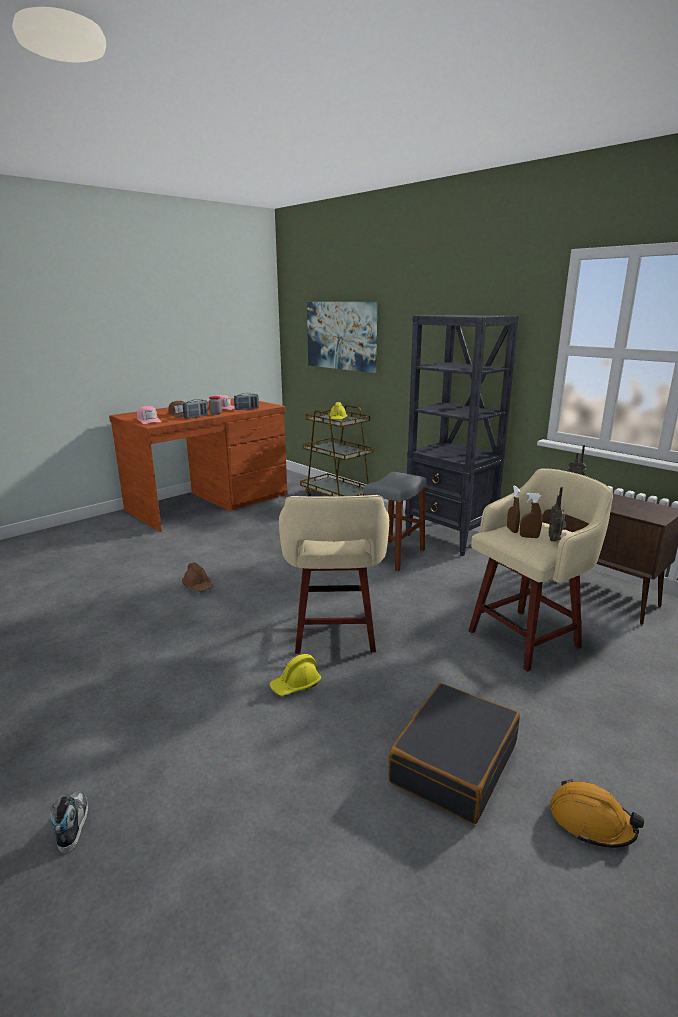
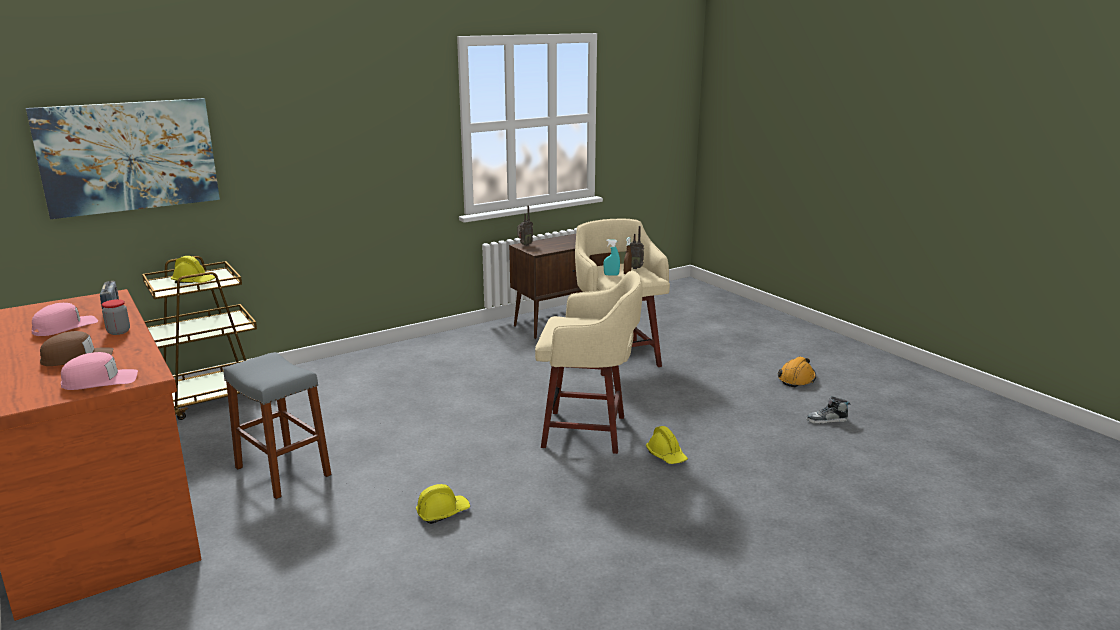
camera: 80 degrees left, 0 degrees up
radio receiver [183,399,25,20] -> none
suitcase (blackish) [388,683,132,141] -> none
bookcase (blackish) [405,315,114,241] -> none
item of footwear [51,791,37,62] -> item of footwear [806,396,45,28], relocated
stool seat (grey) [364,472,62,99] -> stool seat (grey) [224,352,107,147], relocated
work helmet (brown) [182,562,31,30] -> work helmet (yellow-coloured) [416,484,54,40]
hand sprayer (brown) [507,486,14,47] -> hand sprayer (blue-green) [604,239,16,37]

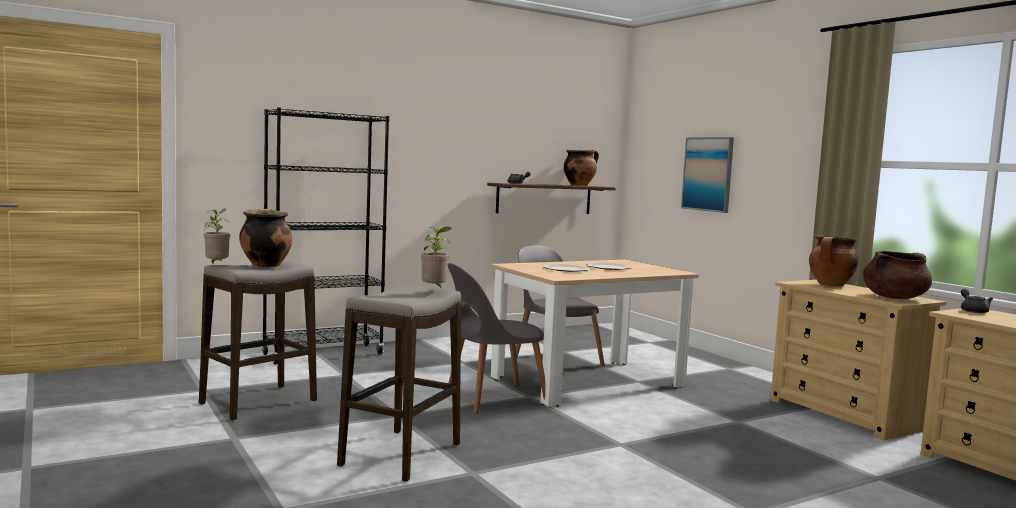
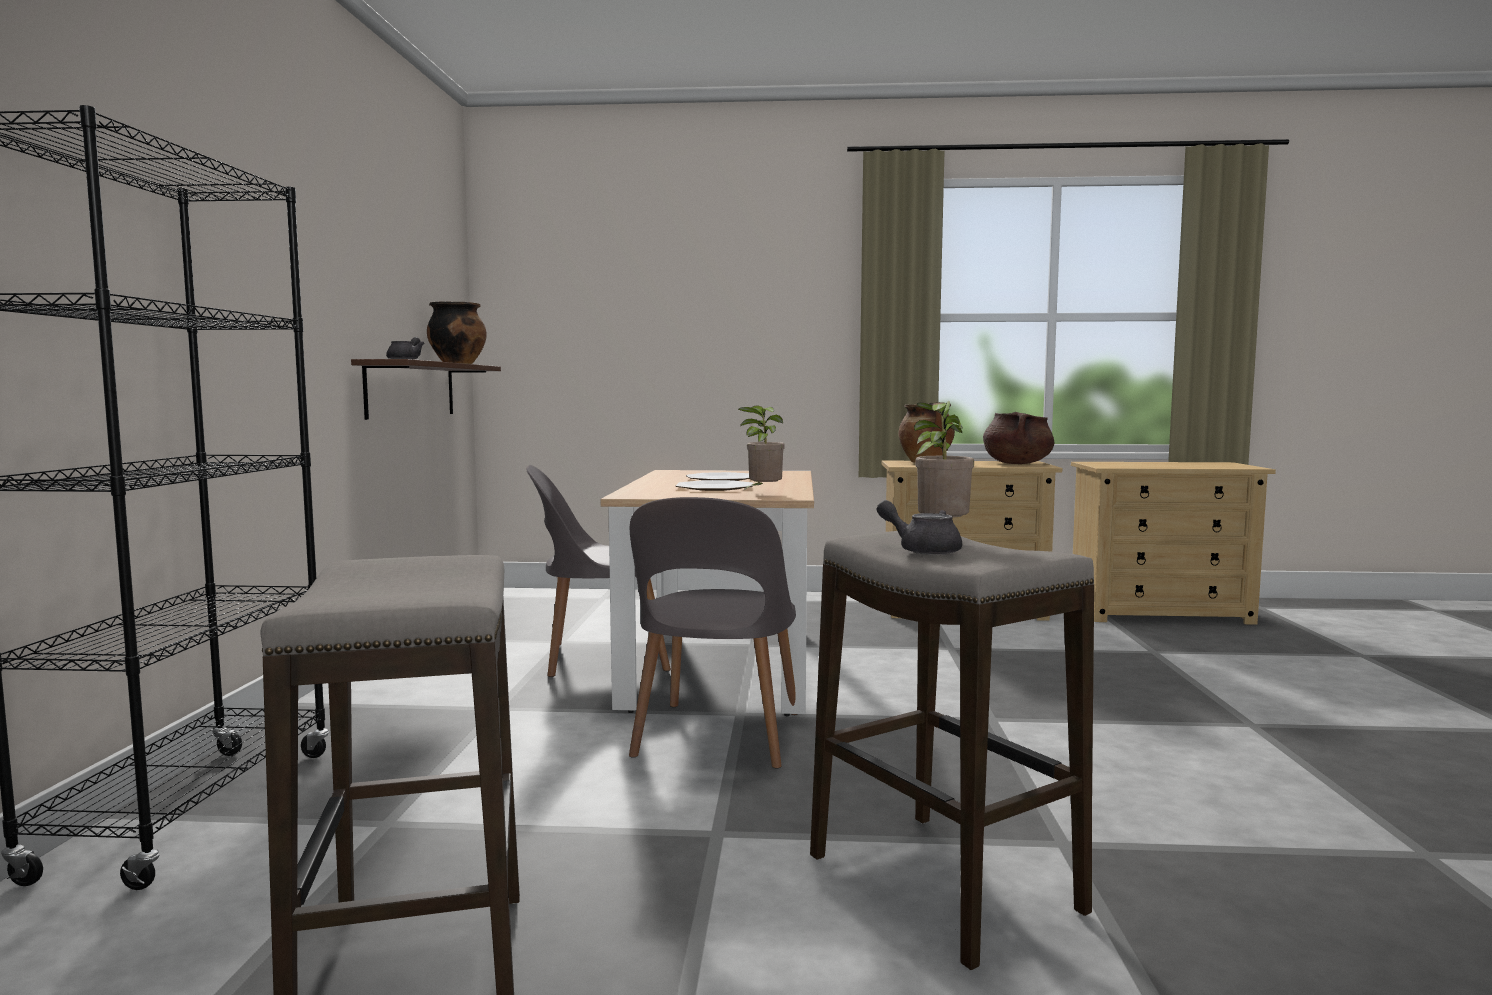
camera: 55 degrees left, 0 degrees up
saucepot [239,209,53,59] -> none
picture [681,137,53,76] -> none
potted plant [204,208,26,55] -> potted plant [738,406,47,87], relocated
tea pot (grey) [961,289,32,24] -> tea pot (grey) [877,500,85,55], relocated

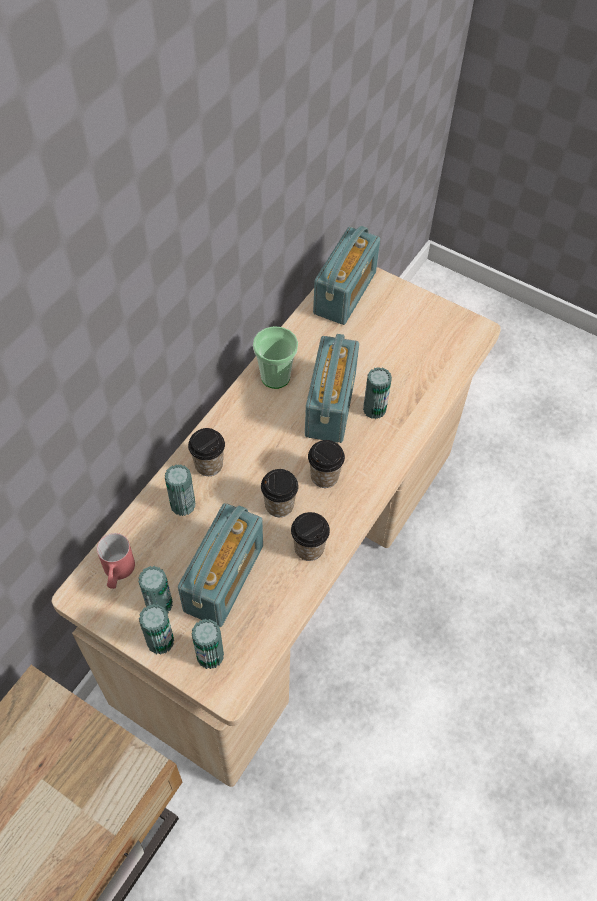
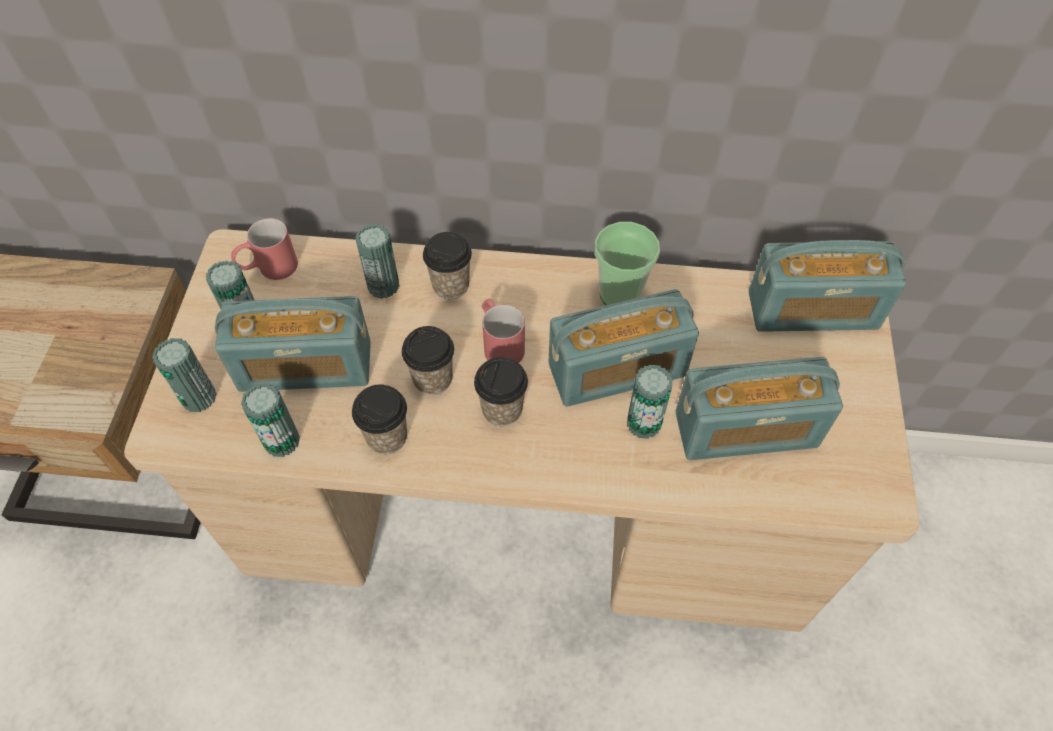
camera: 65 degrees right, 0 degrees up
none -> coffee mug (red-coloured) [482,299,43,64]
none -> radio receiver [676,357,167,103]
can [139,604,35,51] -> can [241,383,59,74], relocated

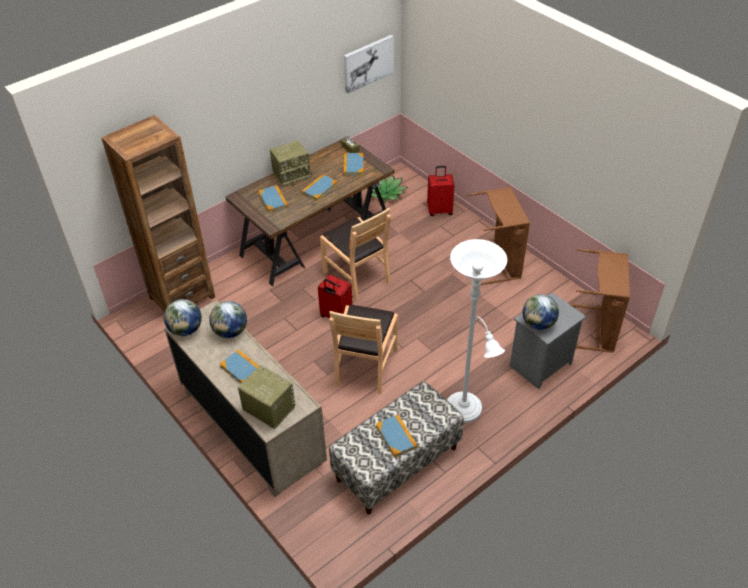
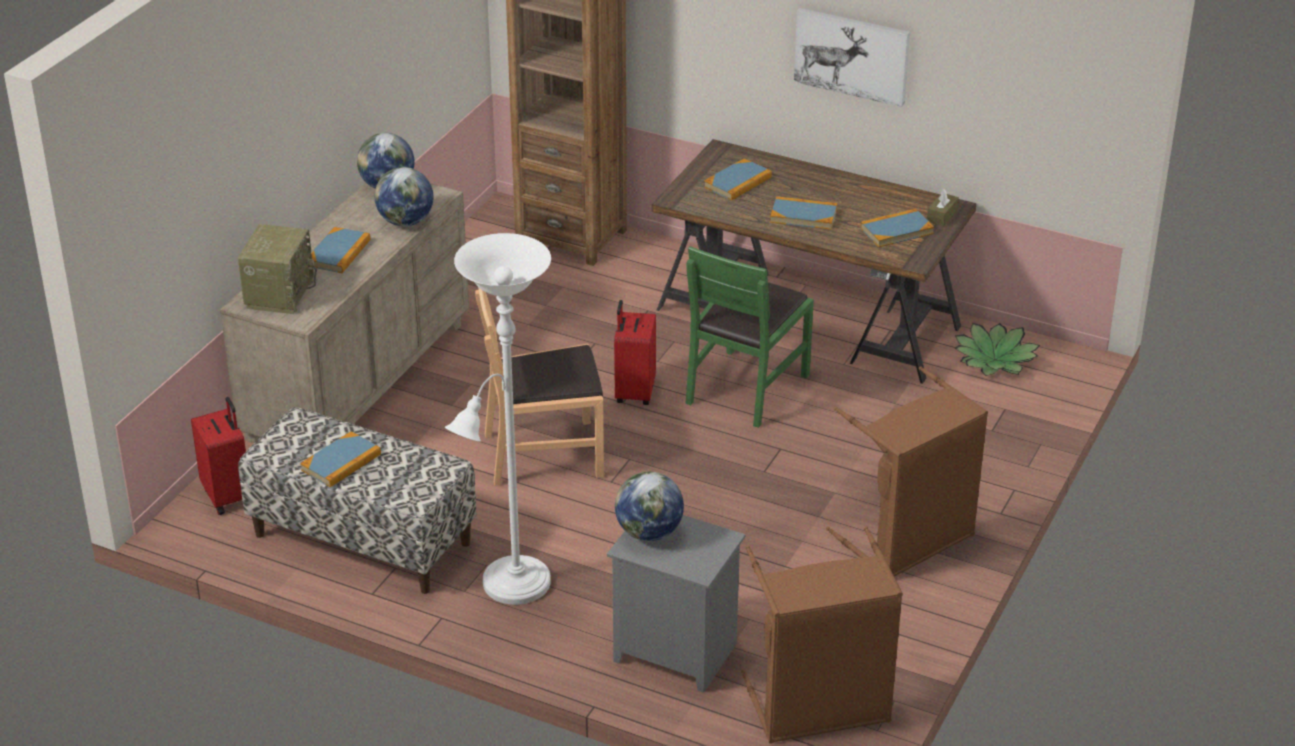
camera: 65 degrees right, 10 degrees down
radio receiver [270,140,42,46] -> none
picture [344,35,50,59] -> picture [794,8,116,99], relocated
suitcase (red-coloured) [427,166,27,50] -> suitcase (red-coloured) [191,397,55,118], relocated
plain chair (brown) [320,208,71,93] -> plain chair (green-coloured) [685,246,129,182]

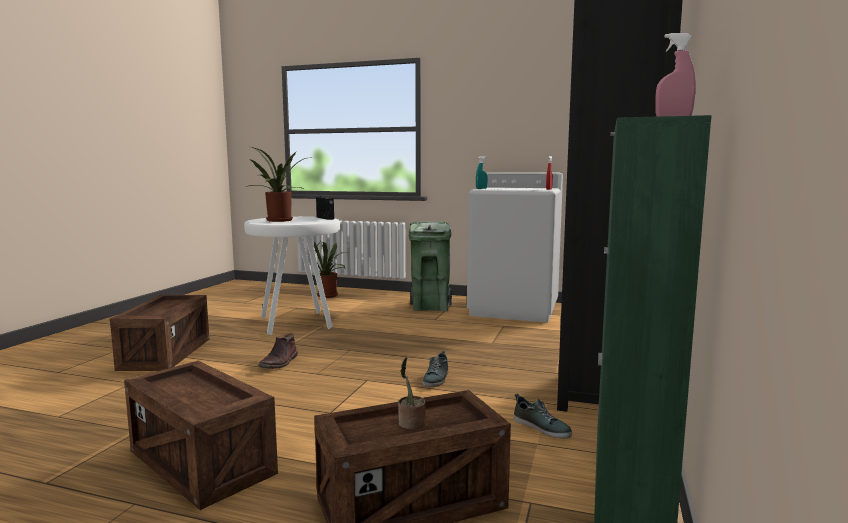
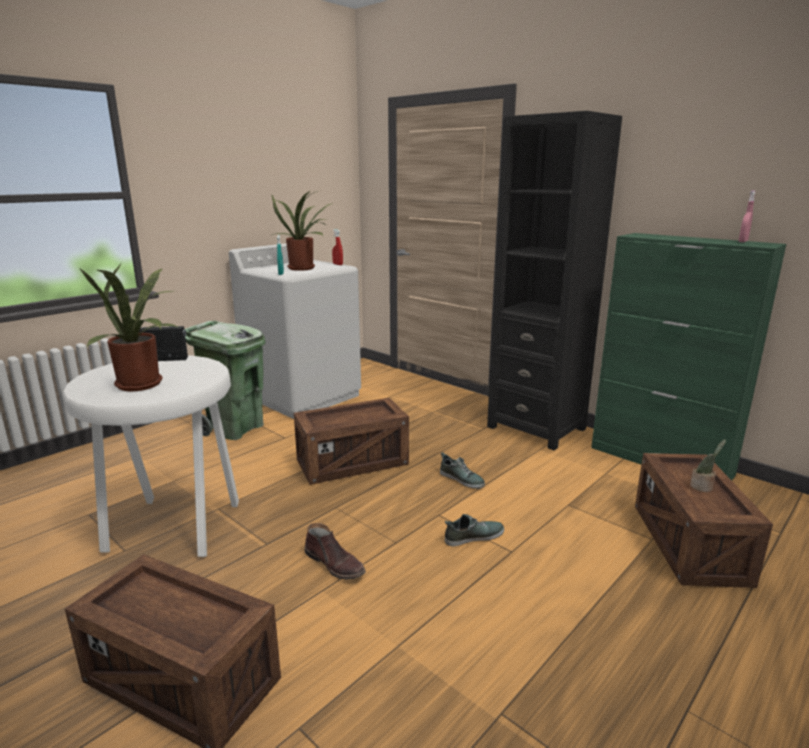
camera: 65 degrees left, 10 degrees up
packing crate [124,361,154,149] -> packing crate [294,398,115,87], relocated
potted plant [314,242,33,56] -> potted plant [271,190,62,81], relocated
item of footwear [514,394,58,45] -> item of footwear [445,514,59,32], relocated

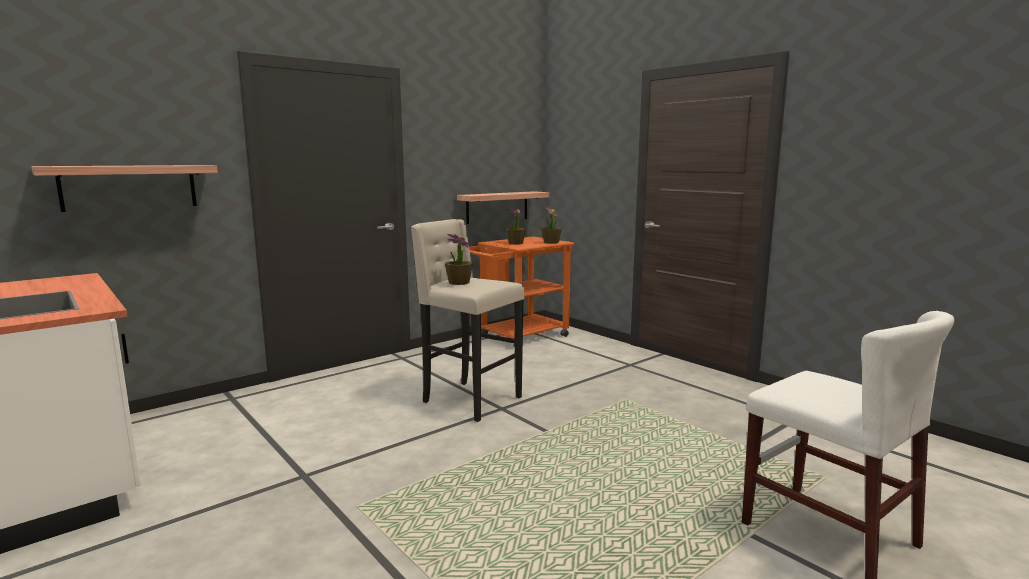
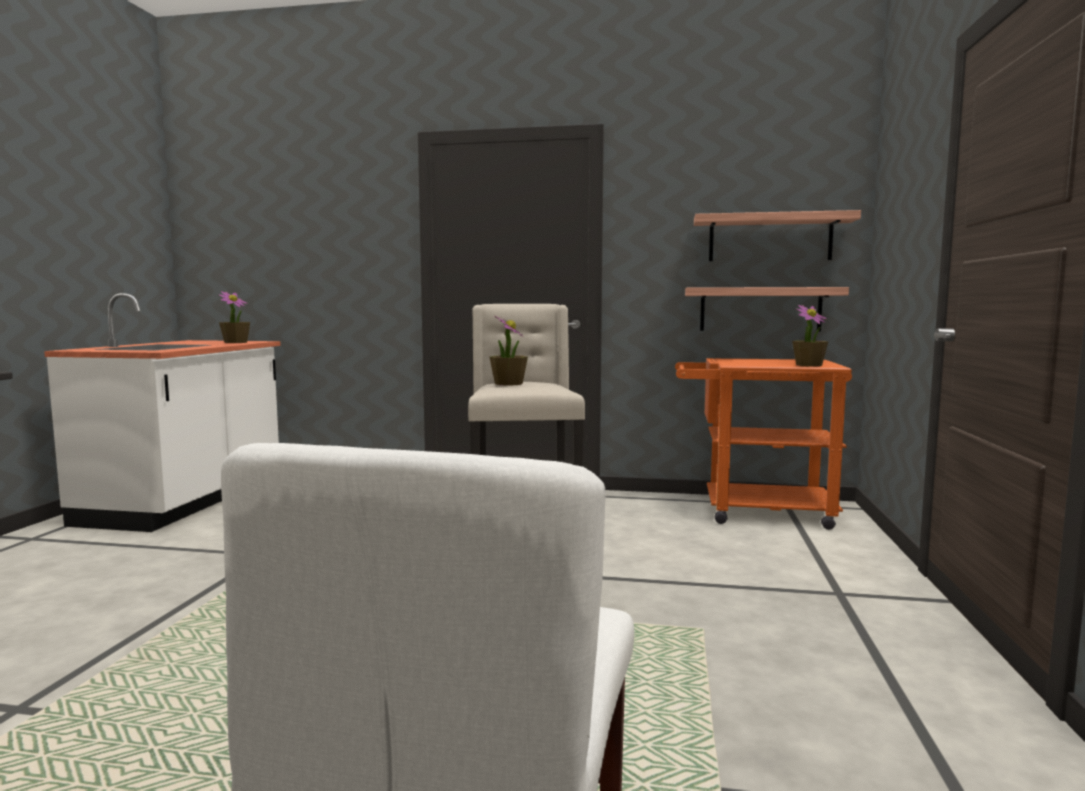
camera: 50 degrees right, 5 degrees down
bracket shelf [32,165,186,47] -> bracket shelf [694,210,167,51], relocated
potted plant [506,207,20,38] -> potted plant [218,291,32,52], relocated

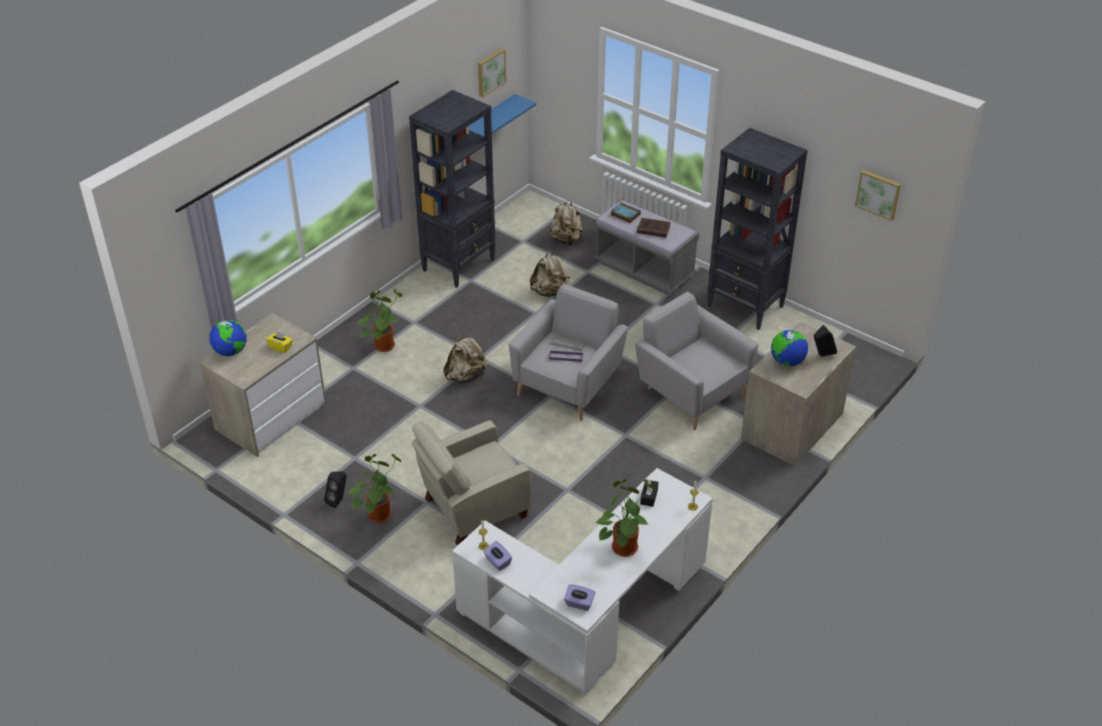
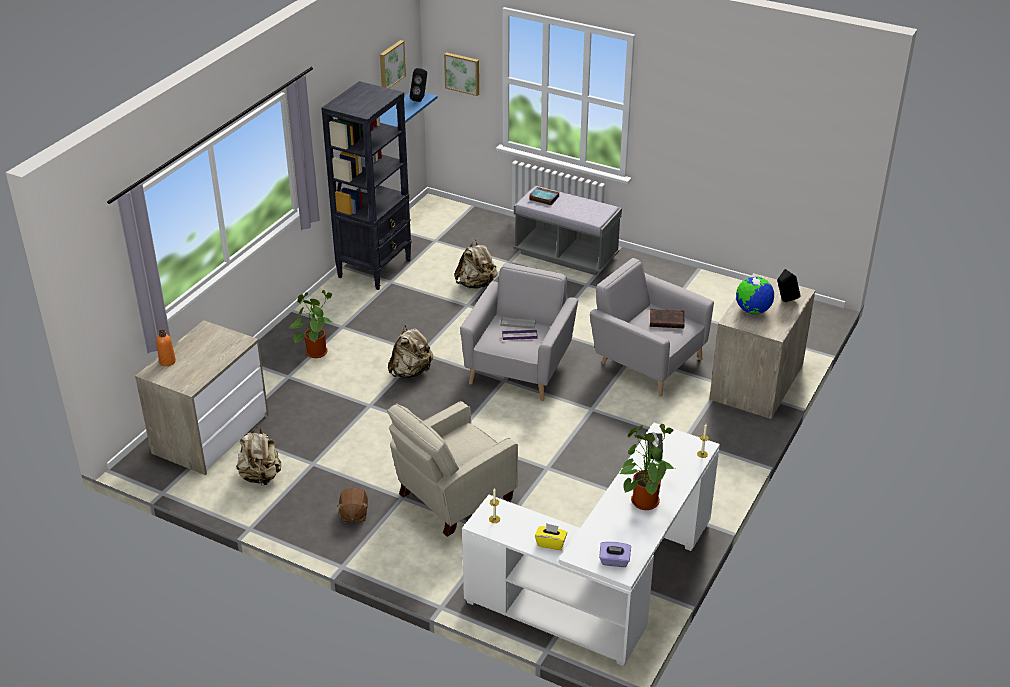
camera: 10 degrees left, 5 degrees down
tissue box (purplish) [483,541,29,30] -> none
bookcase (blackish) [707,128,101,202] -> none
tissue box (yellow-coloured) [266,331,27,22] -> tissue box (yellow-coloured) [535,523,32,27], relocated
loudspeaker (blackish) [324,471,23,37] -> loudspeaker (blackish) [410,68,17,34], relocated
backpack (sand-coloured) [549,200,34,46] -> backpack (sand-coloured) [236,426,45,59], relocated
book (brown) [637,218,34,19] -> book (brown) [650,309,35,19], relocated
picture [855,170,46,51] -> picture [444,52,35,44], relocated
globe [209,320,38,36] -> beverage bottle (orange) [156,330,20,36]
potted plant [347,454,55,69] -> plush toy (brown) [337,488,31,35]

